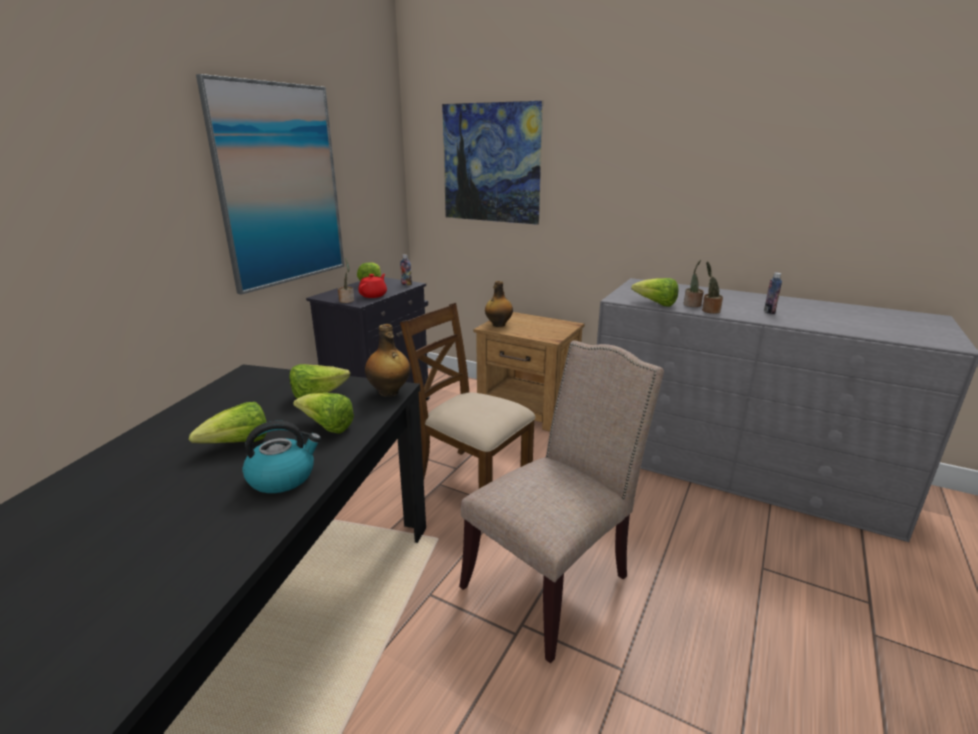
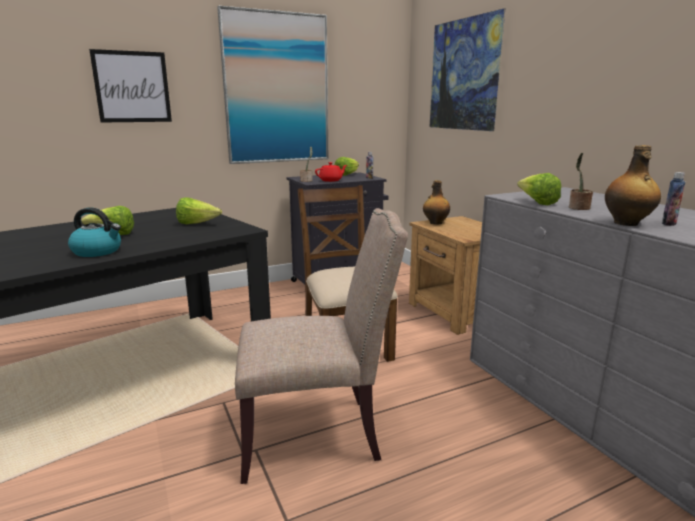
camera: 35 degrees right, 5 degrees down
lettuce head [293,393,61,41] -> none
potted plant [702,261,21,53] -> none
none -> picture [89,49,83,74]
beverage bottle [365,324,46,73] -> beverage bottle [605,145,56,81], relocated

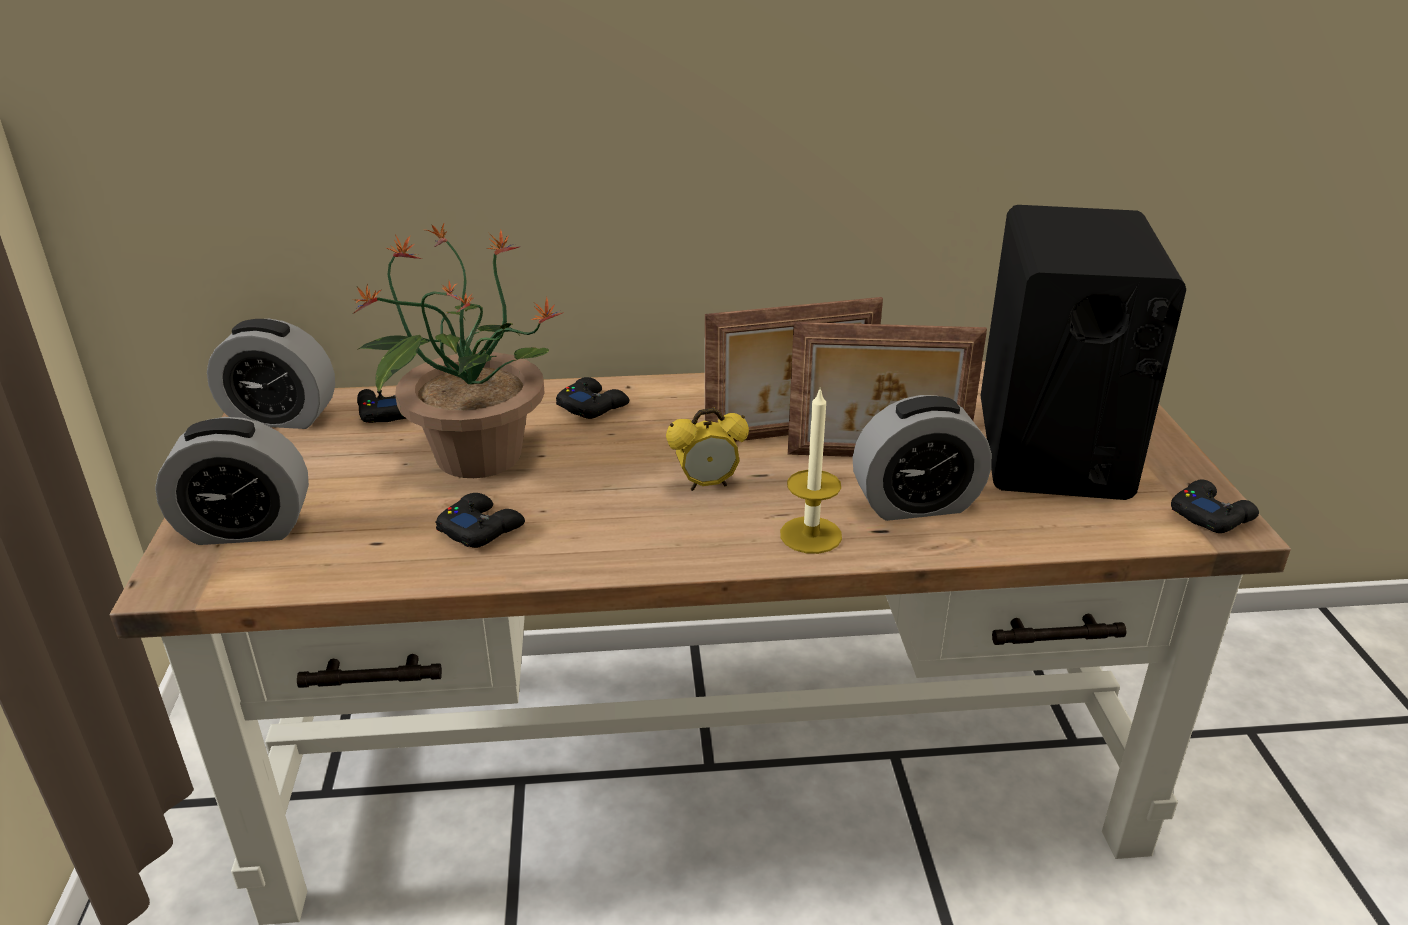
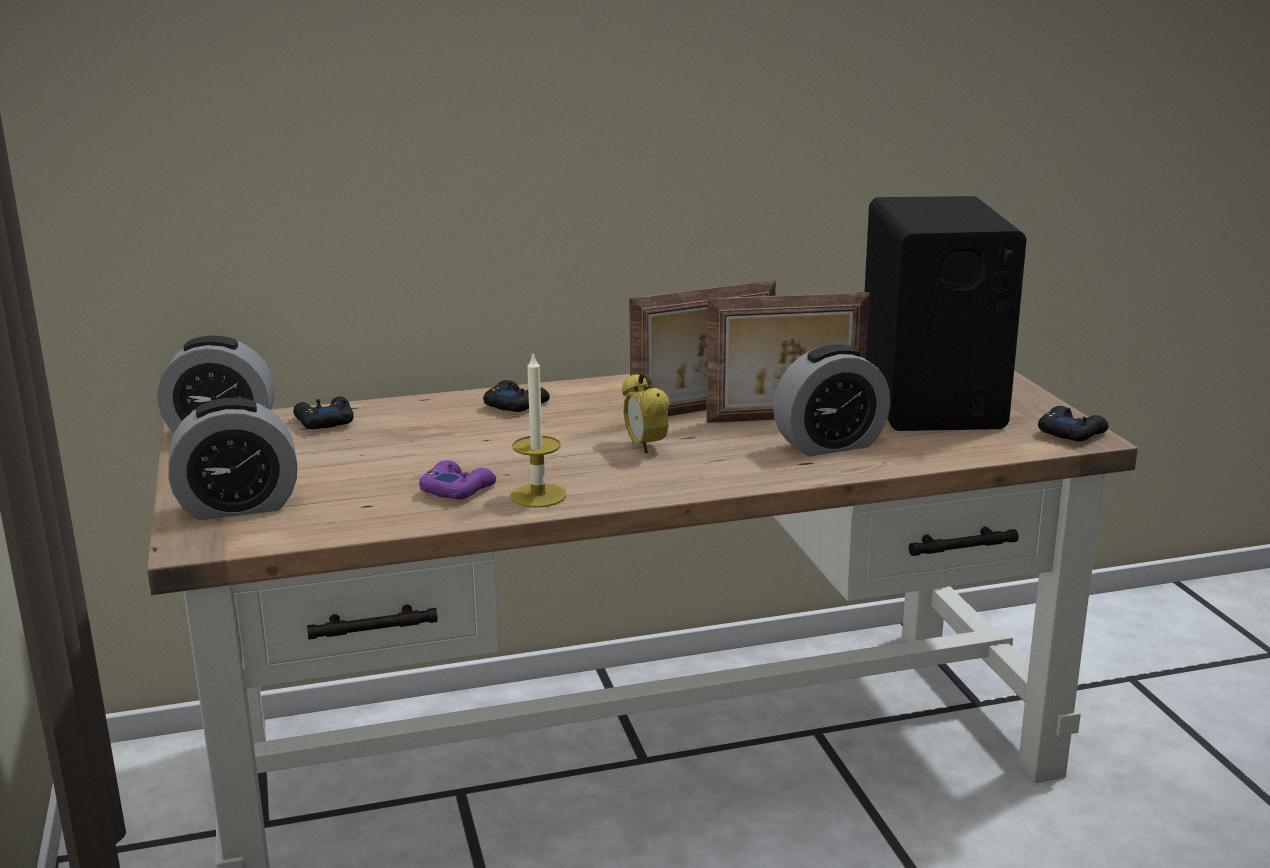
camera: 10 degrees left, 10 degrees down
potted plant [354,224,210,254] -> none
candle [780,388,62,166] -> candle [510,354,56,154], relocated
joypad (blackish) [435,493,90,55] -> joypad (purplish) [419,460,77,40]
alarm clock [666,408,83,83] -> alarm clock [622,372,47,82], 90 degrees clockwise

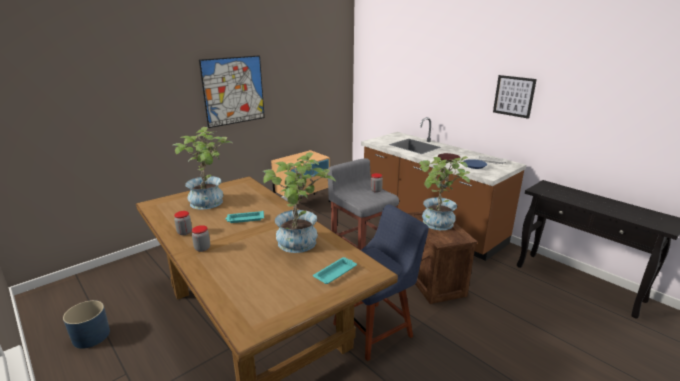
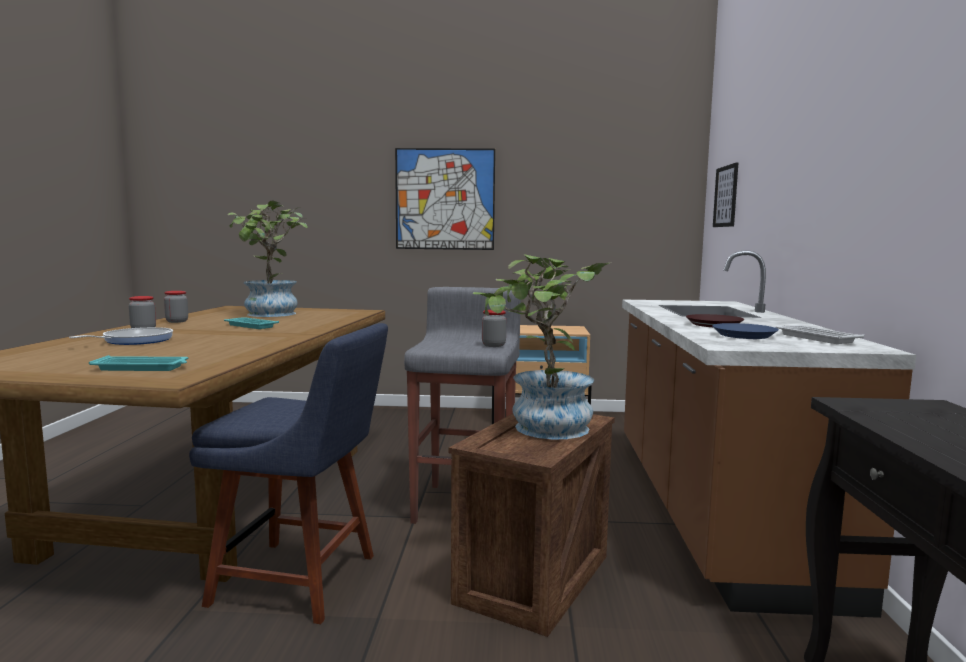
camera: 45 degrees right, 15 degrees down
flower pot (blue-coloured) [63,300,47,49] -> none
potted plant [263,152,73,101] -> none
none -> skillet [69,327,104,18]
picture [493,75,44,44] -> picture [713,163,25,64], relocated

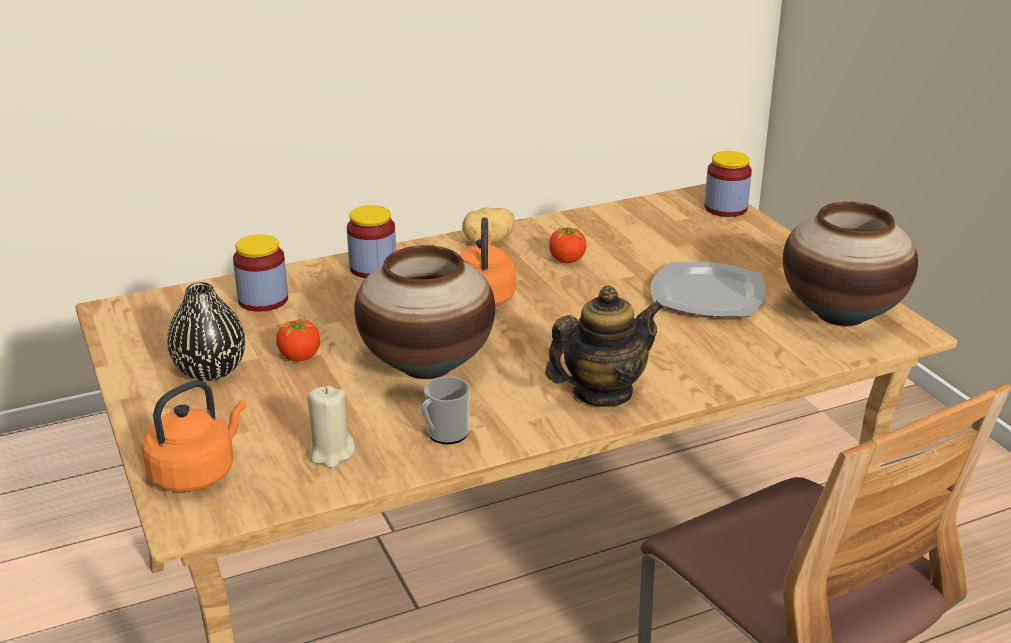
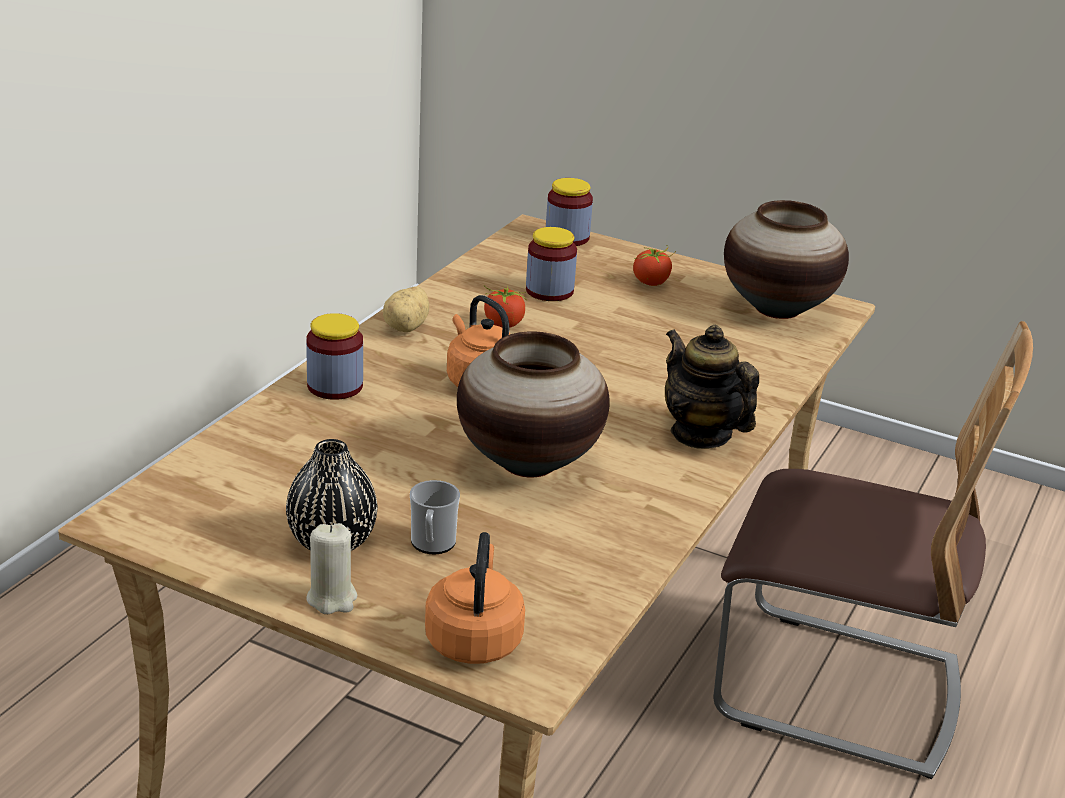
camera: 40 degrees left, 0 degrees up
plate [651,262,115,55] -> none
storage jar [233,234,55,78] -> storage jar [526,227,51,74], relocated
whole tomato [274,317,47,44] -> whole tomato [633,245,43,41], relocated
candle (sand-coloured) [307,386,48,82] -> candle (sand-coloured) [306,523,51,91], relocated
coffee mug [421,377,49,67] -> coffee mug [410,480,50,74], relocated
tea pot [545,285,119,122] -> tea pot [665,324,94,125], 60 degrees counterclockwise

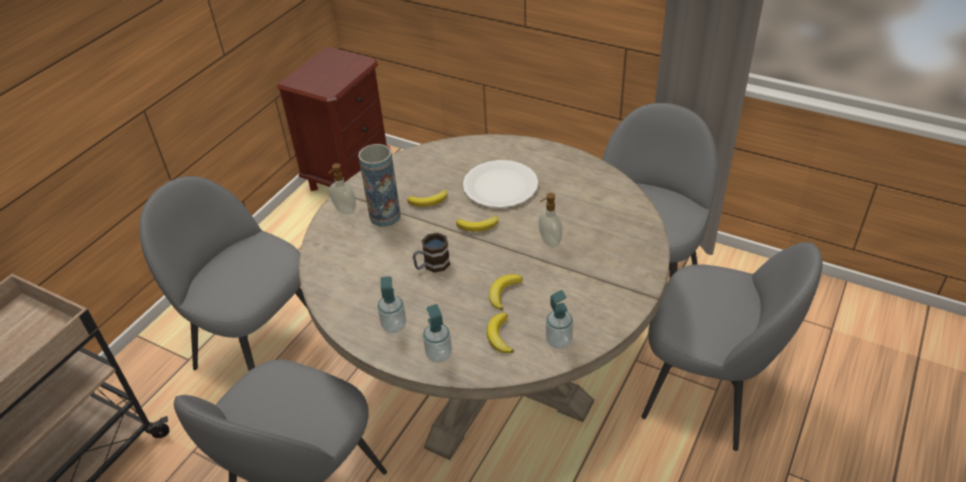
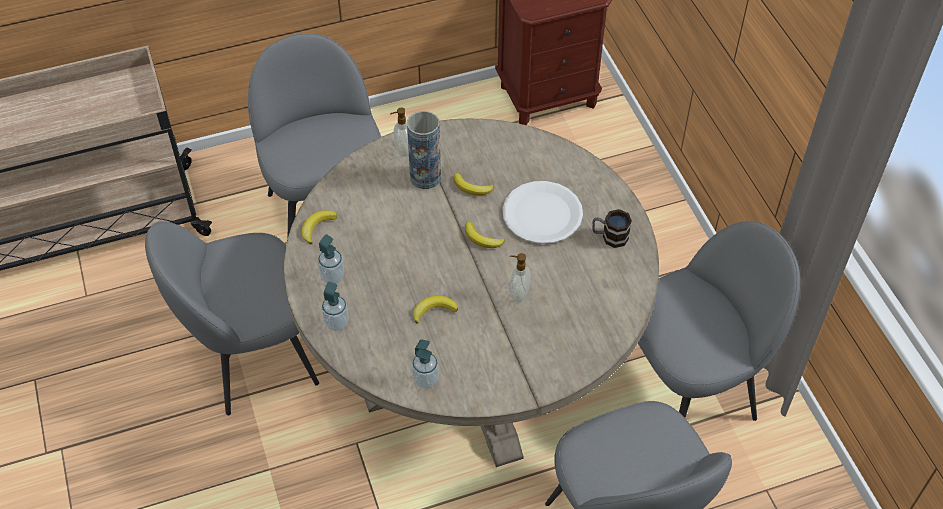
camera: 40 degrees right, 10 degrees up
coffee mug [413,233,37,40] -> coffee mug [592,209,40,39], relocated
banana fruit [487,313,27,40] -> banana fruit [302,210,35,34], relocated

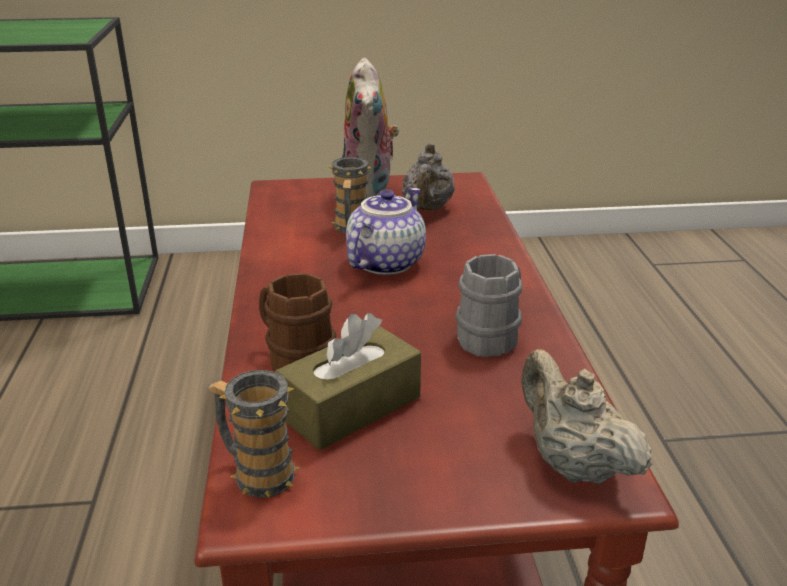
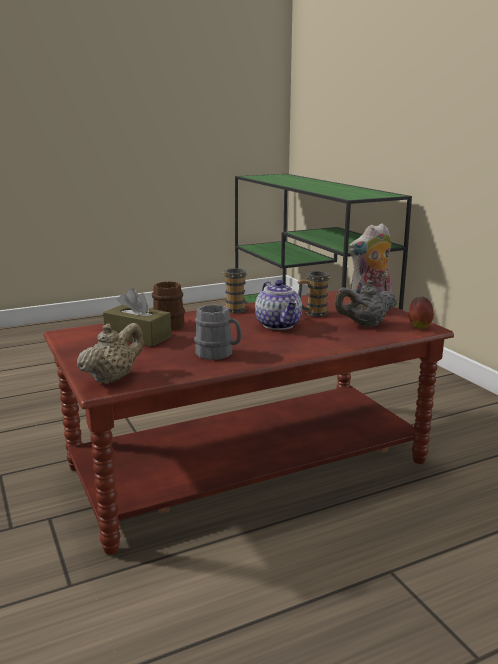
camera: 70 degrees right, 10 degrees down
none -> apple fruit [408,296,26,33]
coffee mug [208,370,92,128] -> coffee mug [223,268,24,45], relocated
tea pot [346,188,80,87] -> tea pot [255,280,47,50], 60 degrees clockwise

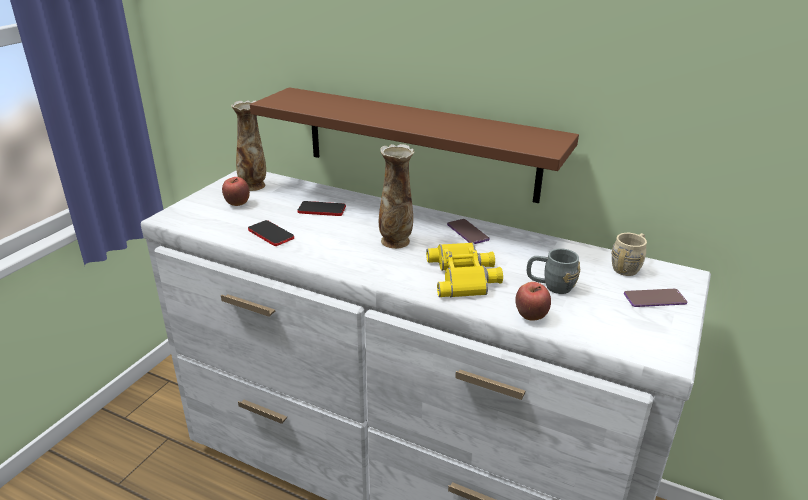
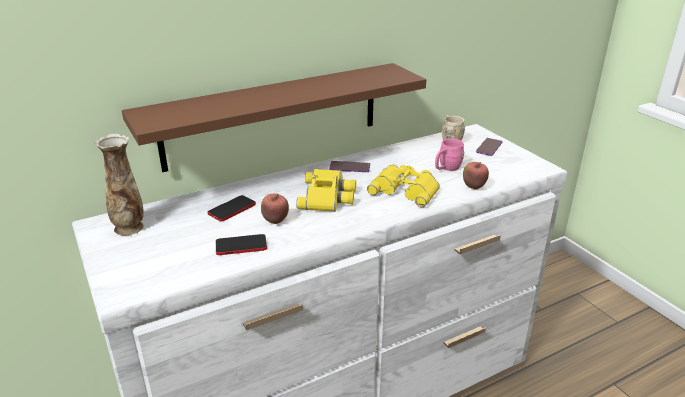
camera: 55 degrees left, 0 degrees up
apple fruit [222,177,28,29] -> apple fruit [261,194,28,30], relocated
vase [379,144,35,105] -> pair of binoculars (yellow-coloured) [296,169,60,43]
coffee mug (grey) [527,248,53,46] -> coffee mug (pinkish) [435,138,29,33]

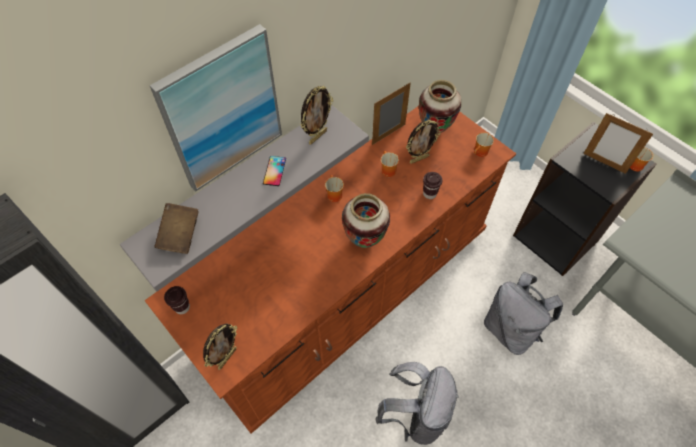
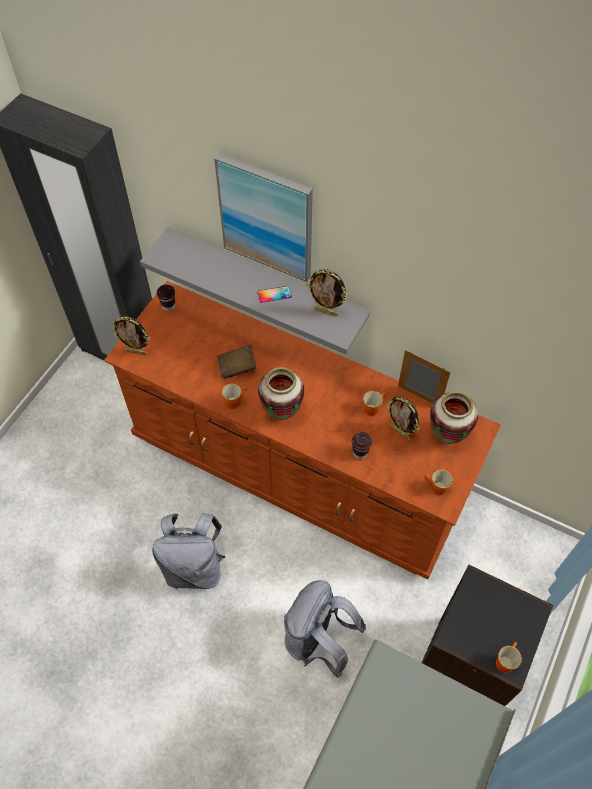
camera: 70 degrees right, 0 degrees up
photo frame [583,113,70,61] -> none
book (brown) [154,203,45,51] -> book (brown) [217,345,40,34], relocated
coffee mug [325,175,19,27] -> coffee mug [222,384,25,25], relocated

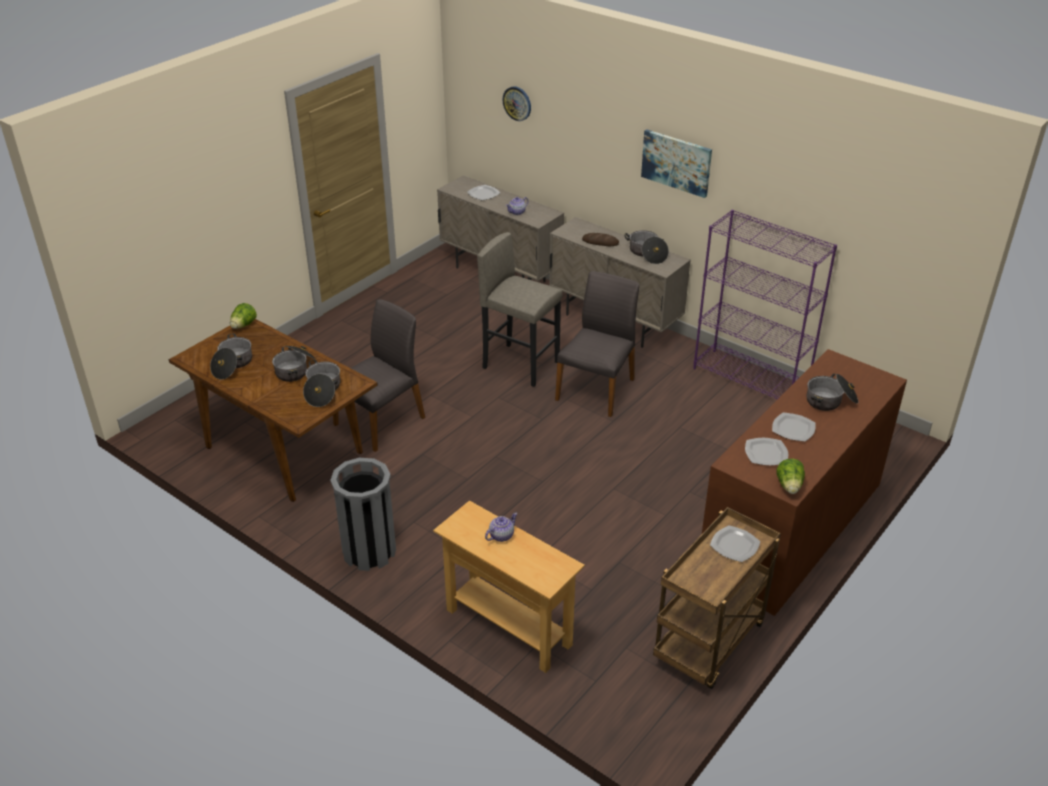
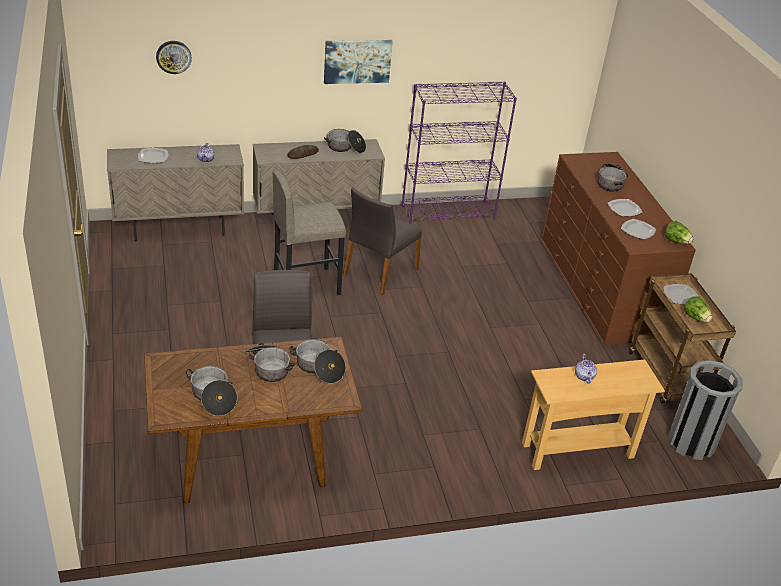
camera: 55 degrees left, 0 degrees up
lettuce head [230,303,27,26] -> lettuce head [684,296,28,26], relocated
trash can (grey) [330,458,66,113] -> trash can (grey) [668,360,75,100], relocated
plain chair (grey) [555,271,84,146] -> plain chair (grey) [343,187,79,108], 120 degrees counterclockwise

